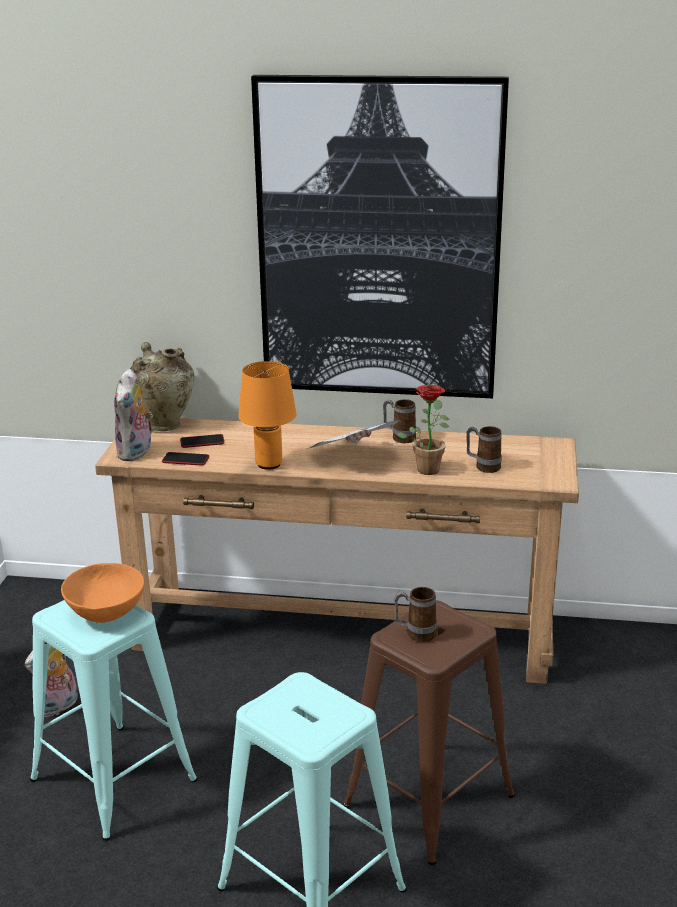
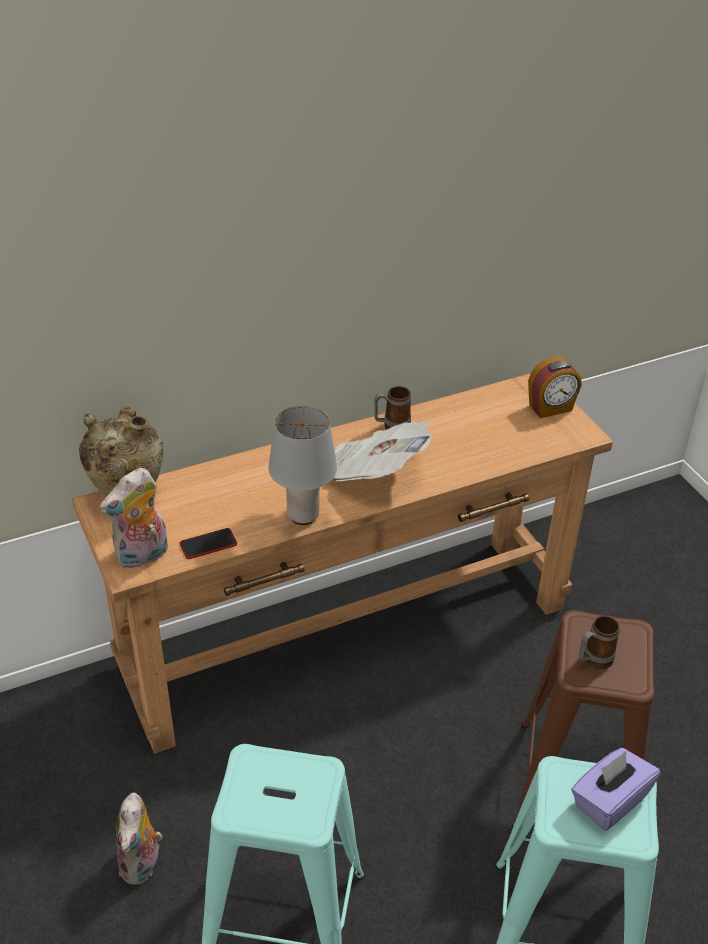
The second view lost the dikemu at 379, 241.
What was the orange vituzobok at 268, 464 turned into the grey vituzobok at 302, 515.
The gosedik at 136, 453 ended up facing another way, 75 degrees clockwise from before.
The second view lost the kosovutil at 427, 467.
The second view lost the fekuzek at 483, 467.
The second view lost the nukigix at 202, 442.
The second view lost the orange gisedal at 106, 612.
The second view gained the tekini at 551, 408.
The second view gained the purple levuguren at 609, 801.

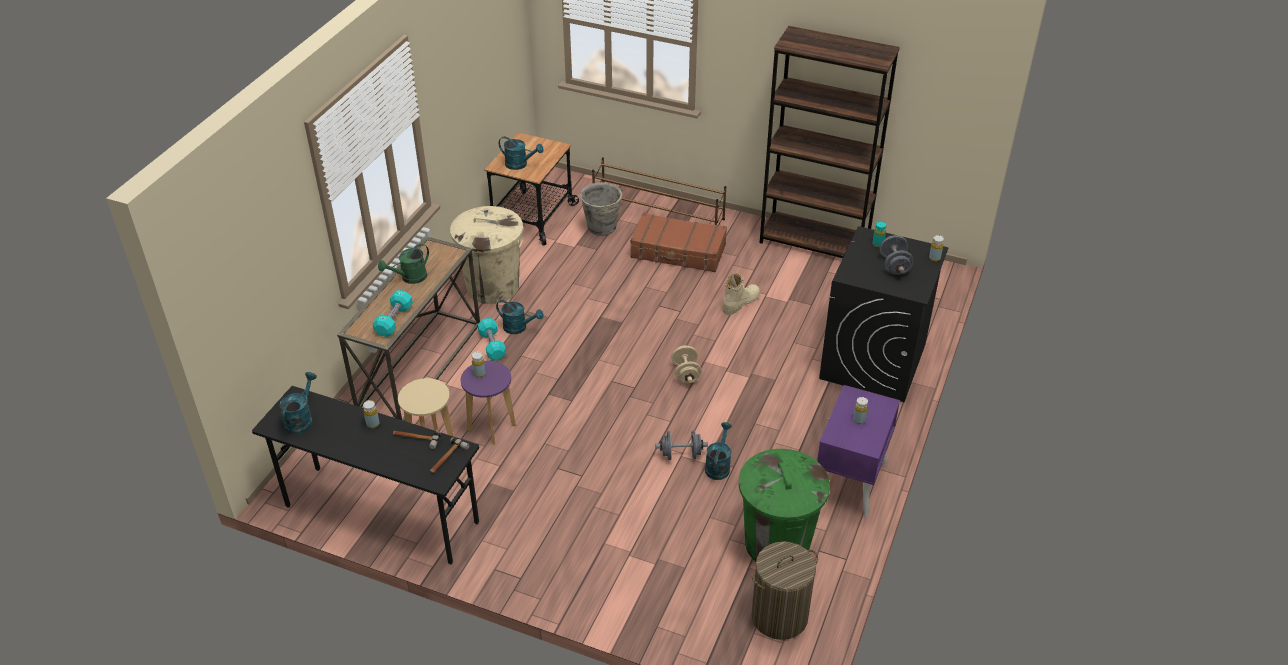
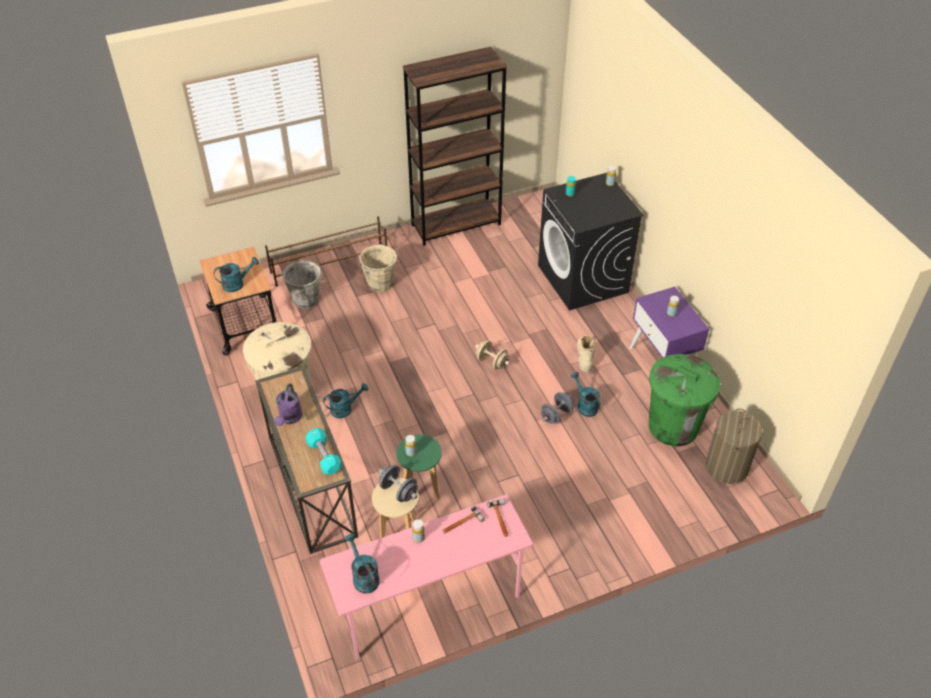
Where the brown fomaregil stood at 678, 252, the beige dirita came to stand at 380, 284.
The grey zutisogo ended up elsewhere, having gone from 894, 266 to 398, 491.
What was the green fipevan at 410, 278 turned into the purple fipevan at 289, 418.
The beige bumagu ended up elsewhere, having gone from 740, 302 to 584, 356.
The second view lost the turquoise zutisogo at 492, 345.
What was the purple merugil at 491, 427 turned into the green merugil at 420, 489.
What was the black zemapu at 380, 515 turned into the pink zemapu at 430, 606.

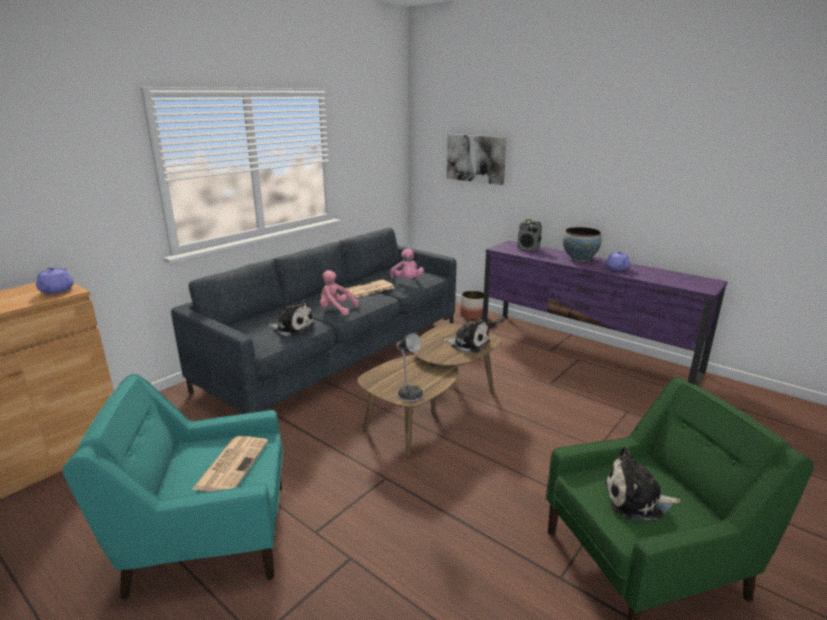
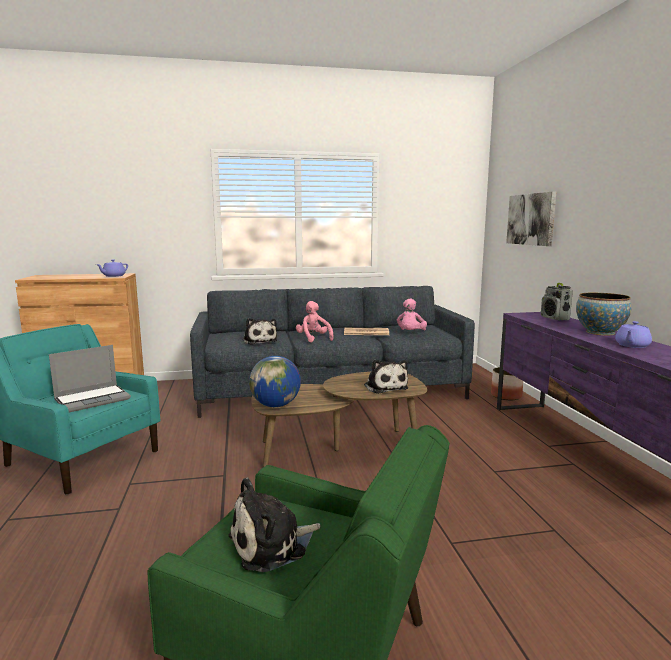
Where the vituzobok stood at 409, 393, the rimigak came to stand at 275, 405.
Where the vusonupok stood at 232, 464, the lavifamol came to stand at 93, 399.
The gosedik at 637, 500 ended up facing another way, 75 degrees counterclockwise from before.

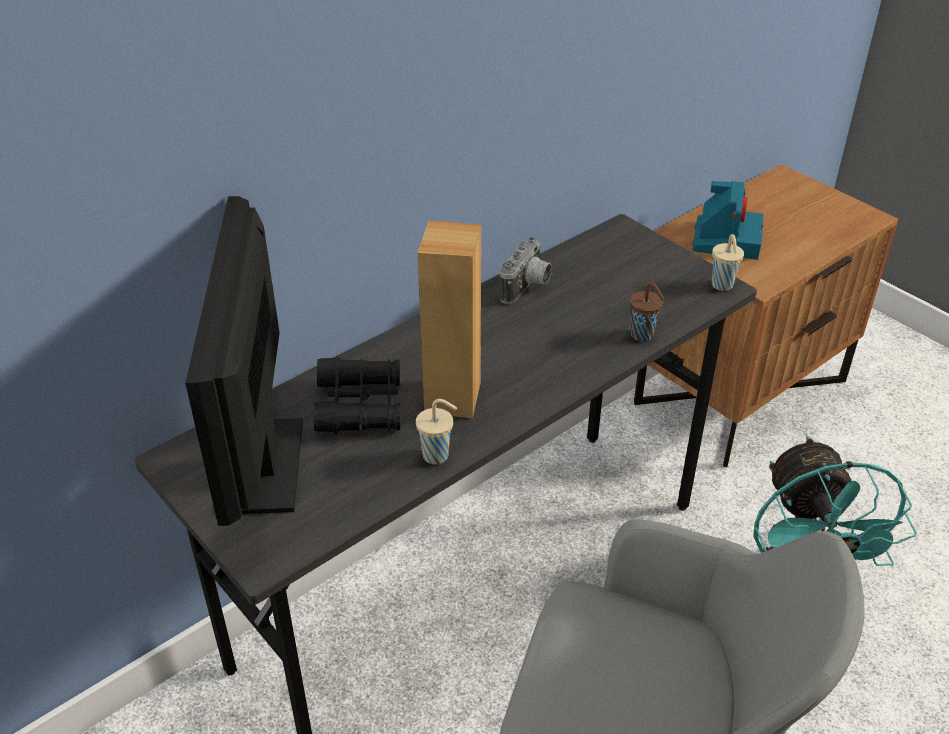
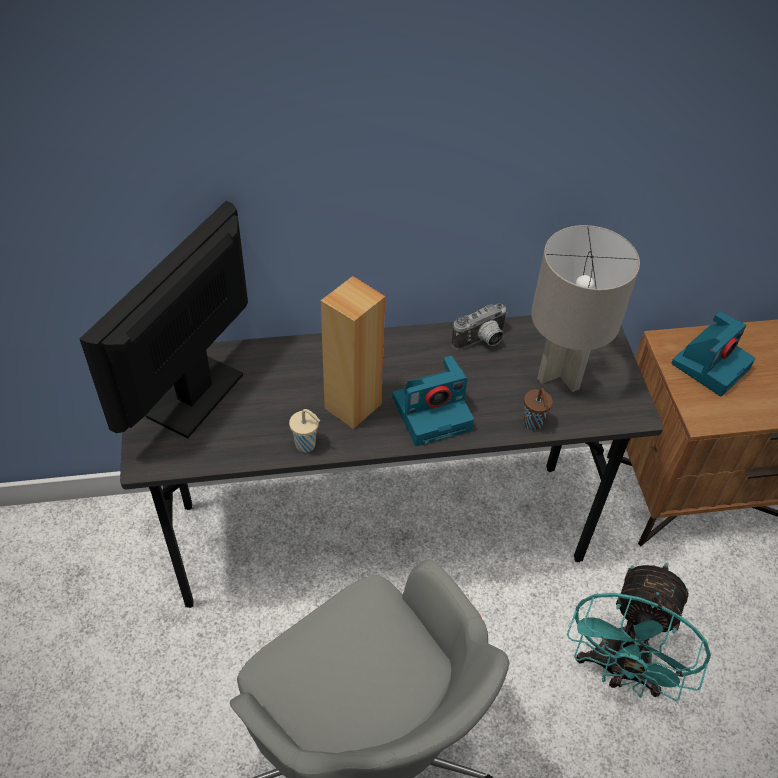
The second view lost the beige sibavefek at 722, 286.
The second view lost the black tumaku at 360, 406.
The second view gained the grey vituzobok at 559, 372.
The second view gained the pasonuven at 433, 412.

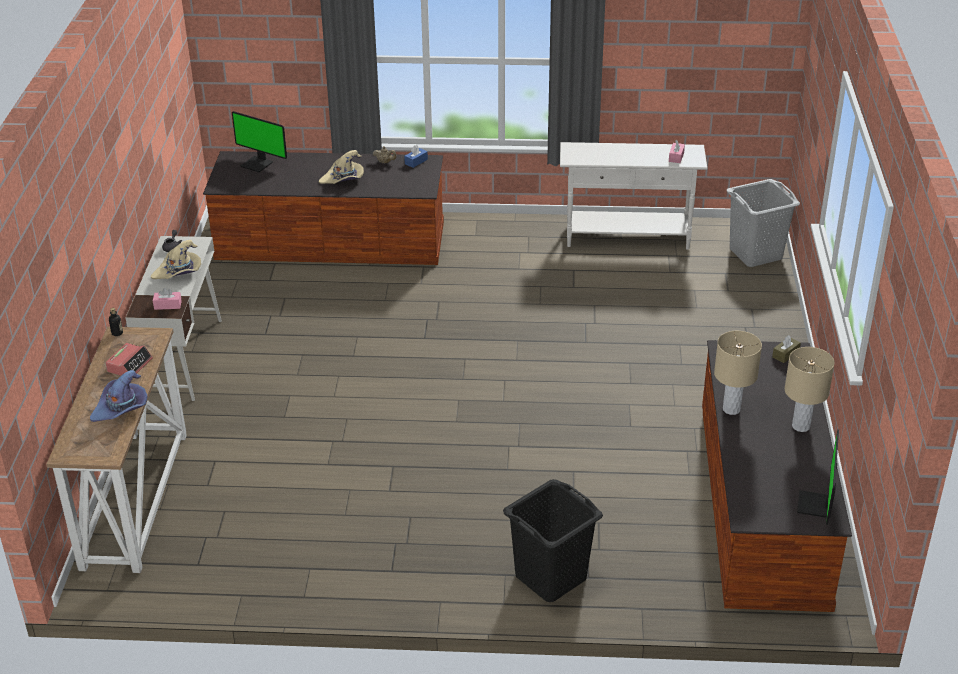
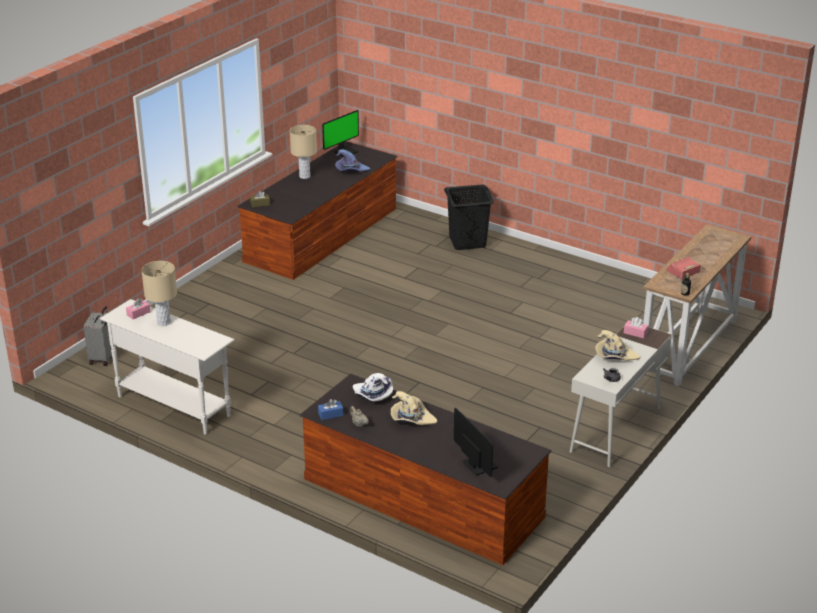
Where the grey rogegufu stood at 755, 254, the grey fomaregil came to stand at 103, 358.
The beige vituzobok ended up elsewhere, having gone from 731, 409 to 164, 322.
The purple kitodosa ended up elsewhere, having gone from 121, 408 to 351, 170.
The second view gained the white kitodosa at 372, 395.

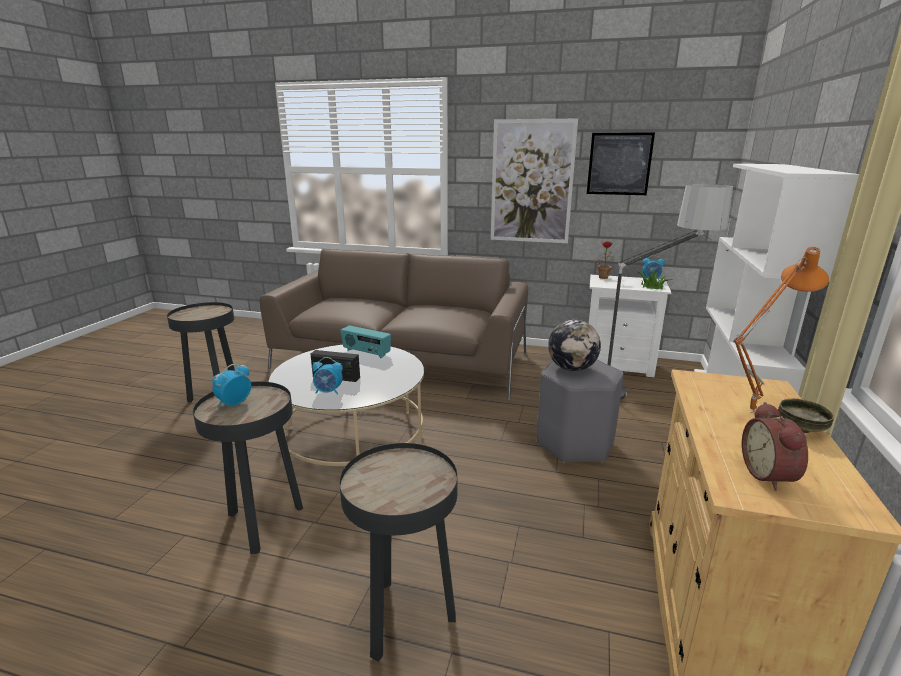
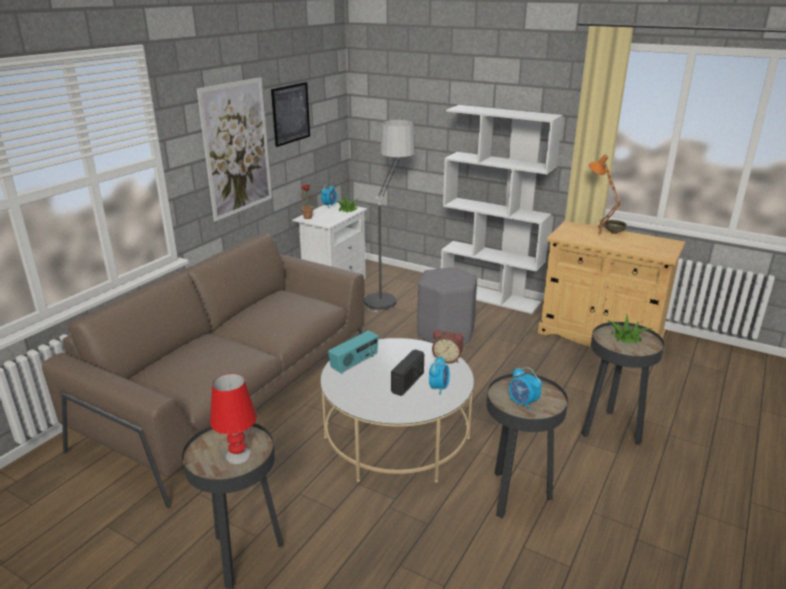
The second view lost the rimigak at 572, 368.
The tekini ended up elsewhere, having gone from 770, 475 to 447, 359.
The second view gained the kosovutil at 626, 337.
The second view gained the red vituzobok at 238, 455.

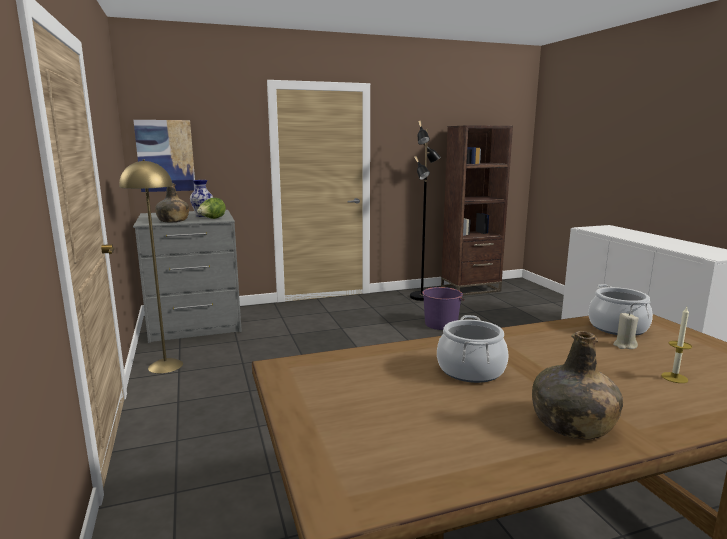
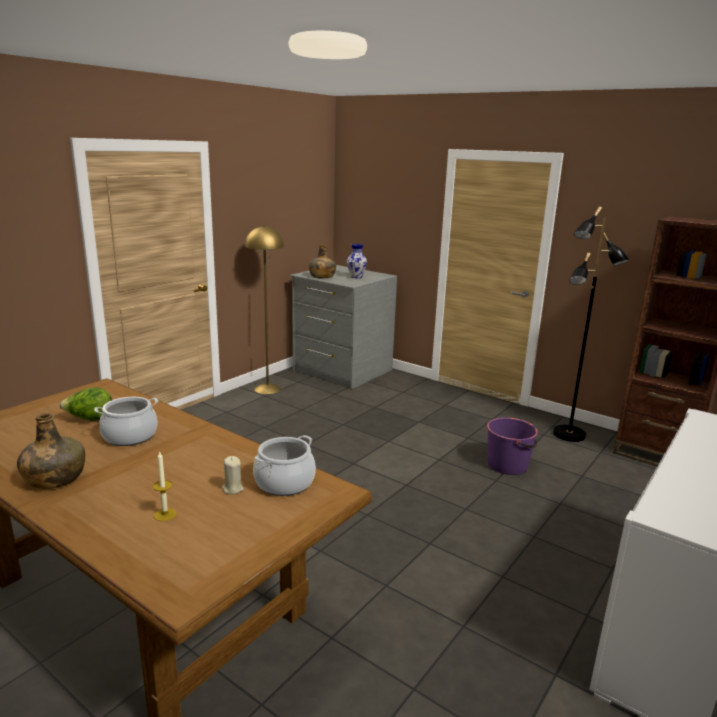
The second view lost the dikemu at 165, 156.
The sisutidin ended up elsewhere, having gone from 212, 219 to 89, 419.

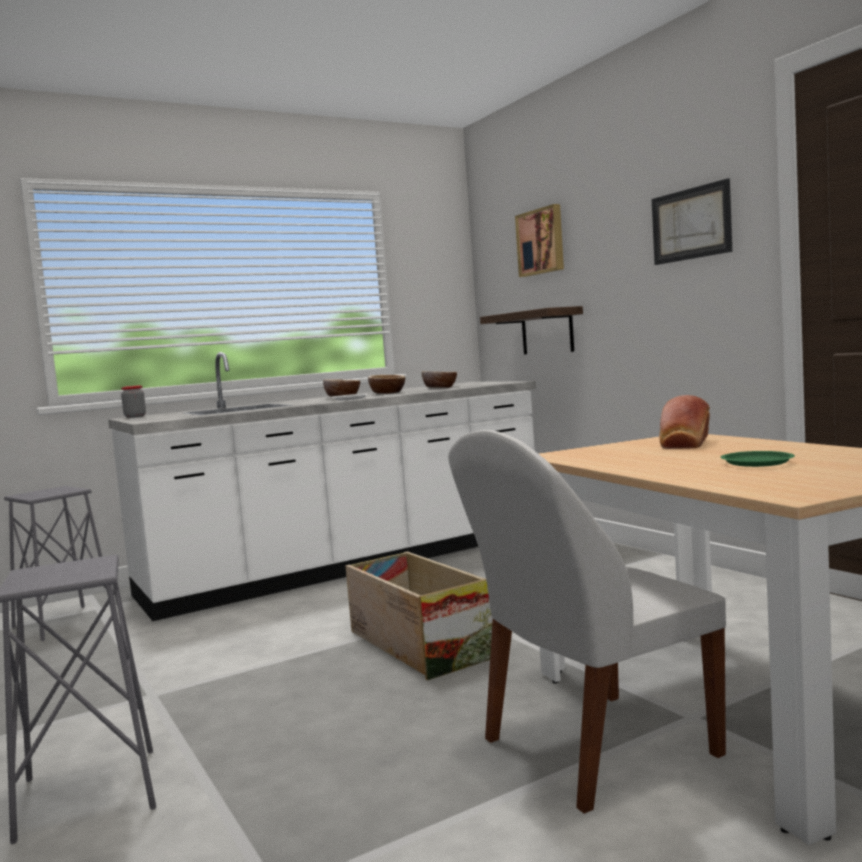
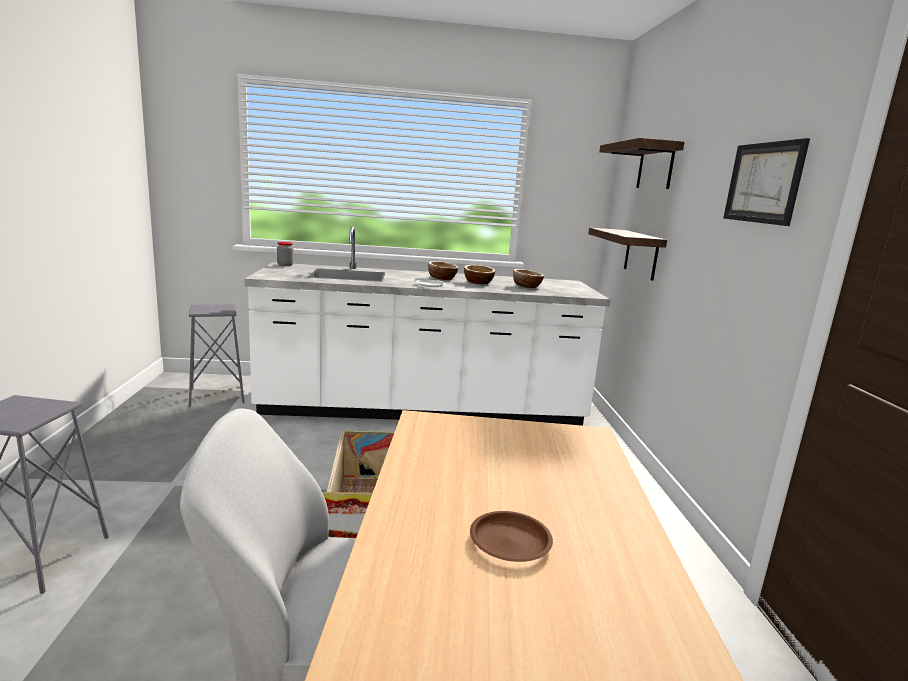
Where the dikemu hung at 541, 241, the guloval came to hang at 655, 167.
The second view lost the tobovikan at 684, 443.
What was the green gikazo at 756, 463 turned into the brown gikazo at 509, 541.

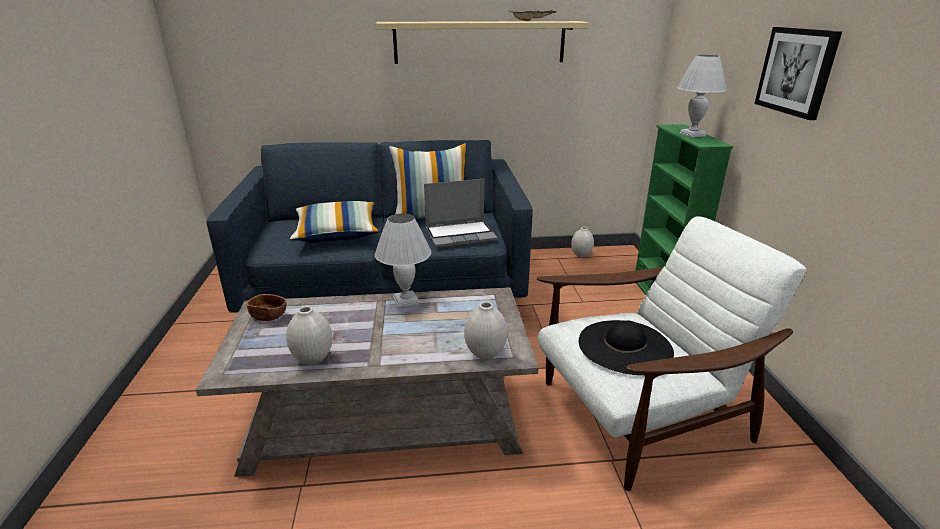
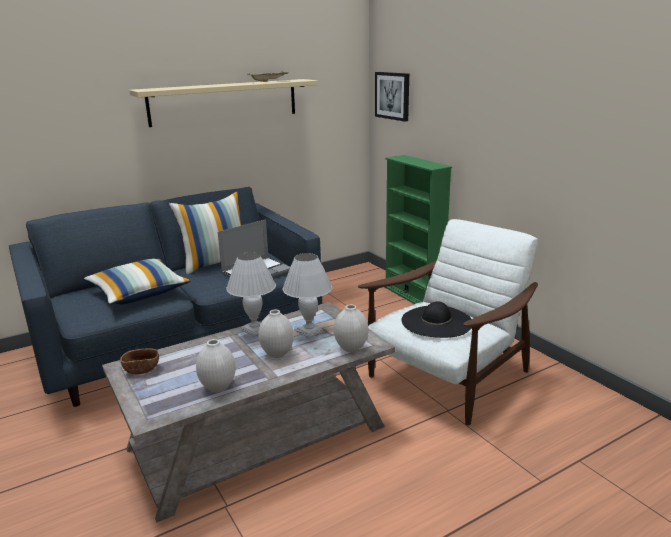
The dikemu ended up elsewhere, having gone from 796, 71 to 393, 95.
The white vituzobok ended up elsewhere, having gone from 693, 134 to 309, 331.
The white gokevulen ended up elsewhere, having gone from 581, 255 to 277, 354.

